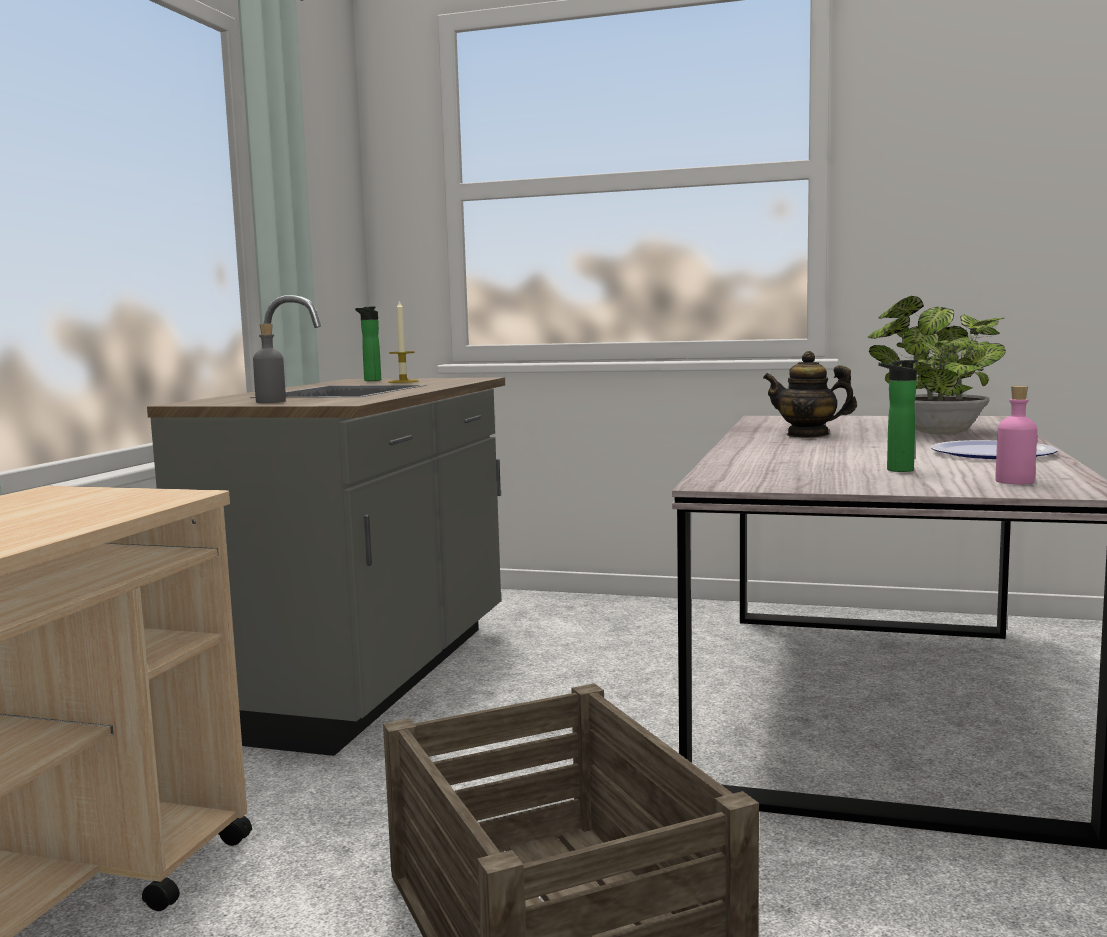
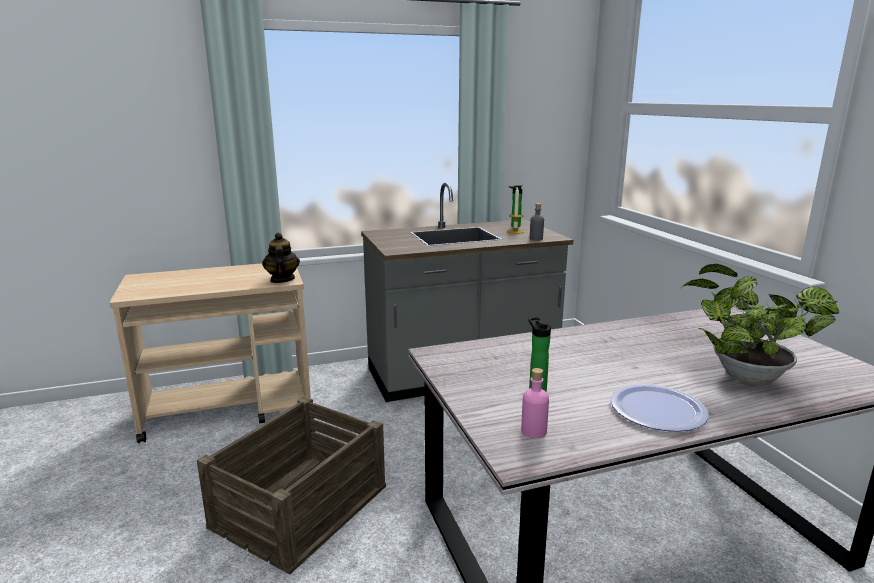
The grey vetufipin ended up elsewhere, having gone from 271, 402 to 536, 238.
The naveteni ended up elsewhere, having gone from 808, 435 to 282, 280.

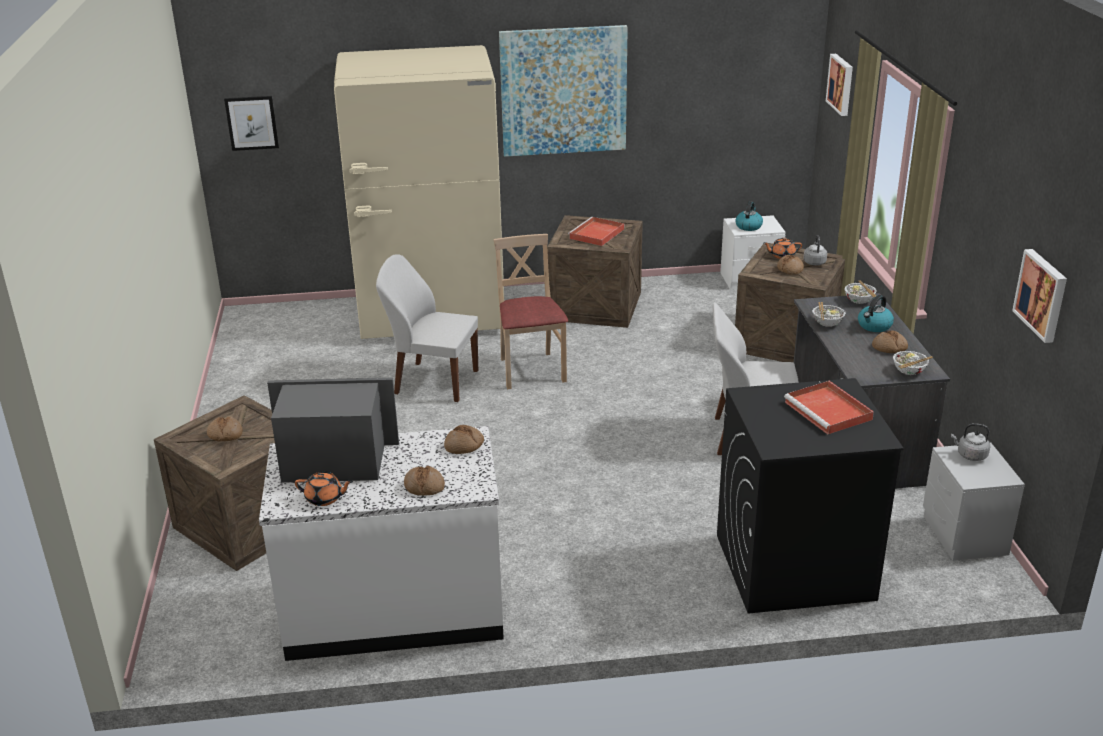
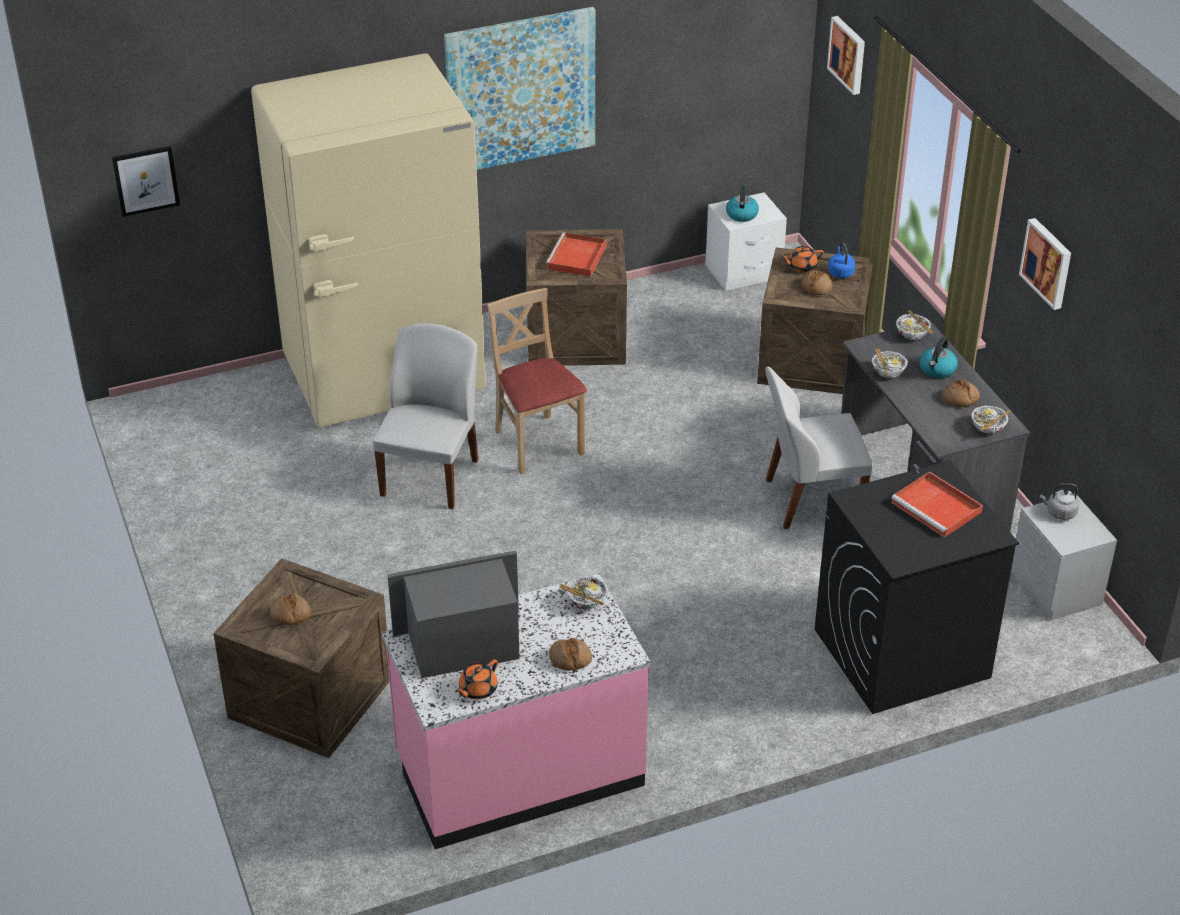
What was the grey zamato at 814, 262 turned into the blue zamato at 840, 272.
The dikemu ended up elsewhere, having gone from 1042, 295 to 1048, 263.
The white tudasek at 434, 382 ended up facing another way, 105 degrees clockwise from before.
Where the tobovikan stood at 464, 446, the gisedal came to stand at 586, 602.
What was the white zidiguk at 394, 608 turned into the pink zidiguk at 519, 771.
The orange naveteni at 325, 498 ended up facing another way, 135 degrees clockwise from before.

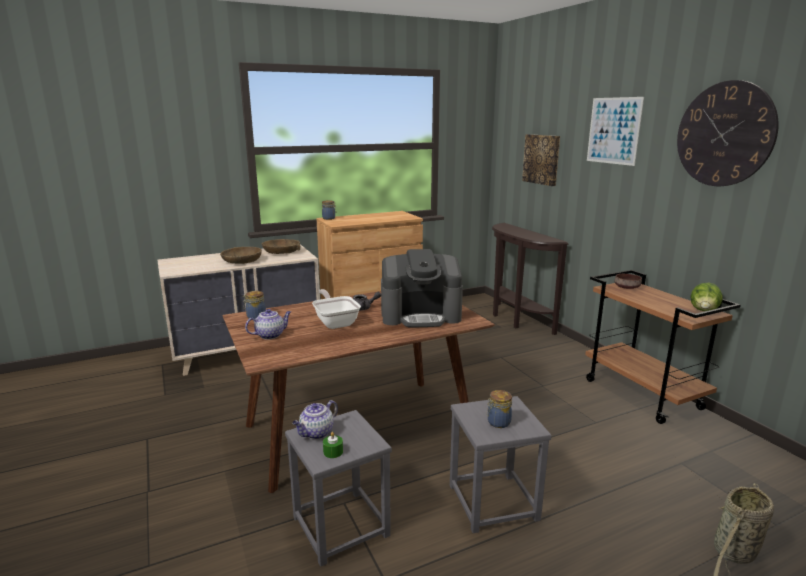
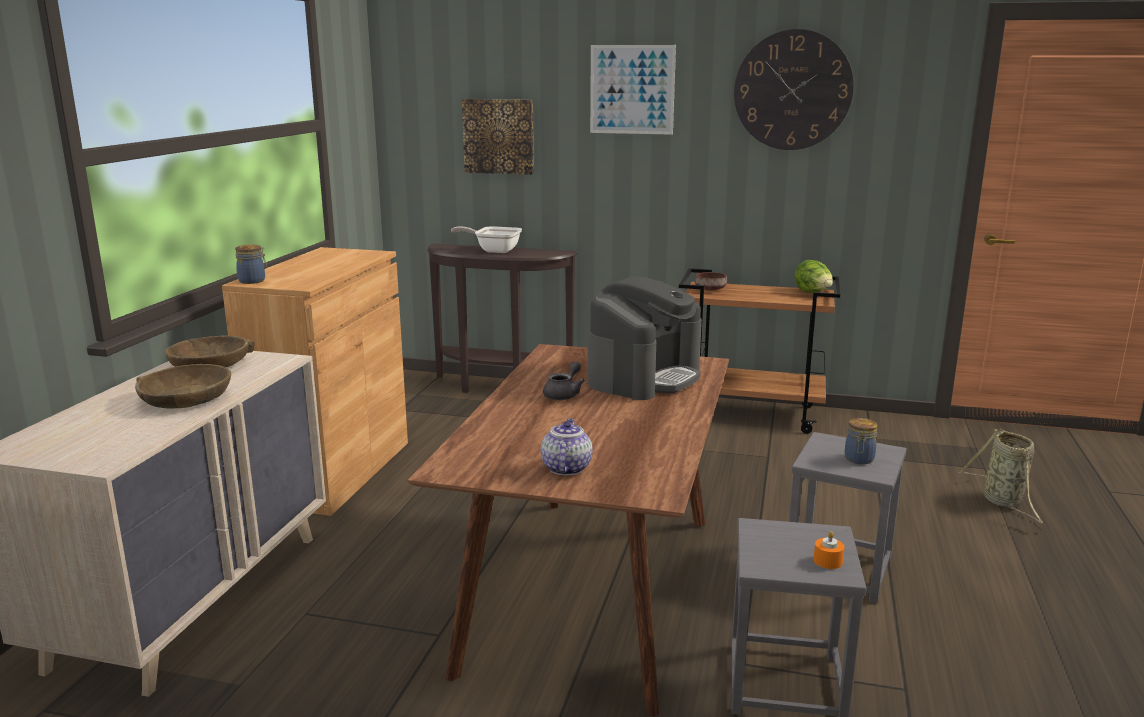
The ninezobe ended up elsewhere, having gone from 335, 322 to 494, 250.
The second view lost the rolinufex at 255, 317.
The second view lost the naveteni at 316, 433.
What was the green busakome at 333, 452 turned into the orange busakome at 828, 561.

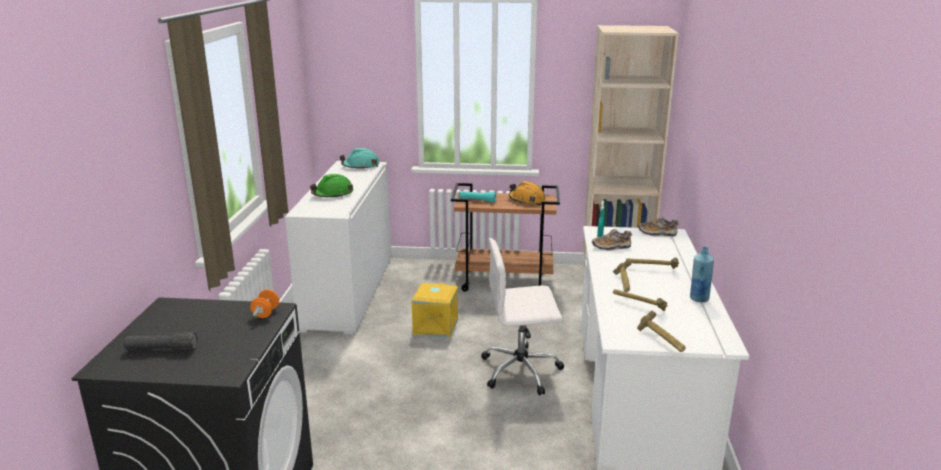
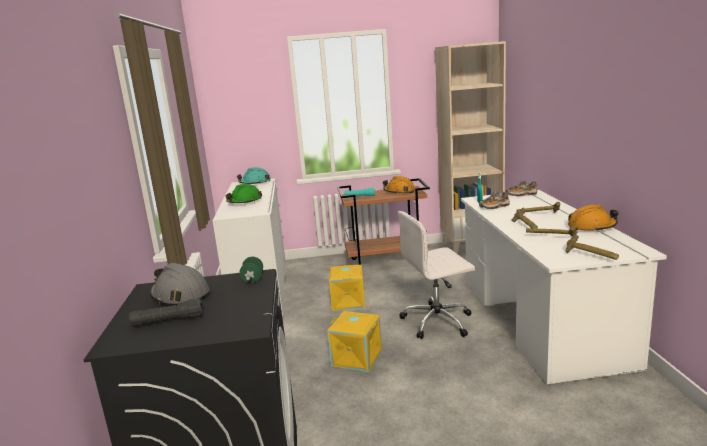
Where the blue vetufipin stood at 698, 298, the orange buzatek came to stand at 592, 227.
What was the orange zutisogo at 266, 313 turned into the green zutisogo at 253, 279.
The second view gained the grey buzatek at 180, 295.
The second view gained the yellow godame at 357, 357.

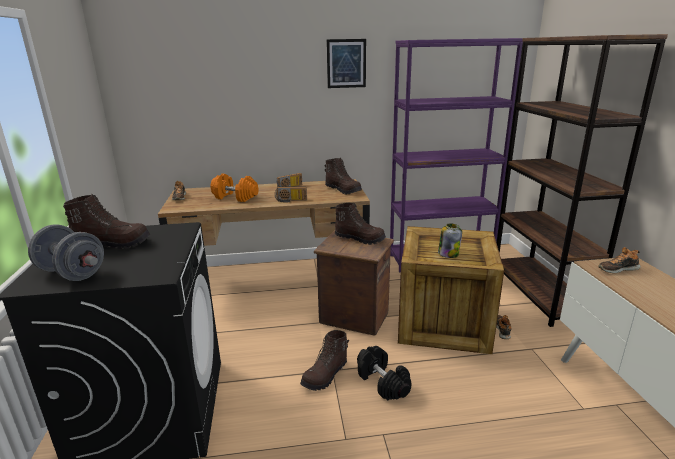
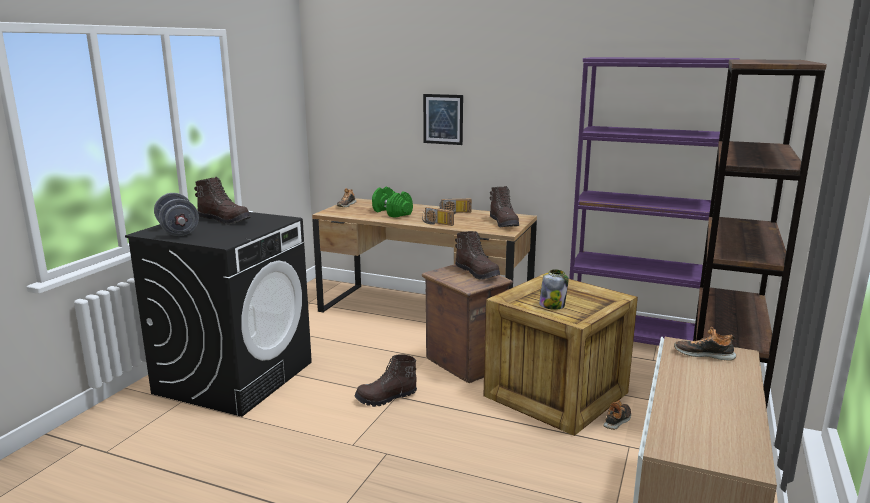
The dikemu ended up elsewhere, having gone from 346, 63 to 443, 119.
What was the orange zutisogo at 235, 197 turned into the green zutisogo at 391, 212.
The second view lost the black zutisogo at 382, 382.

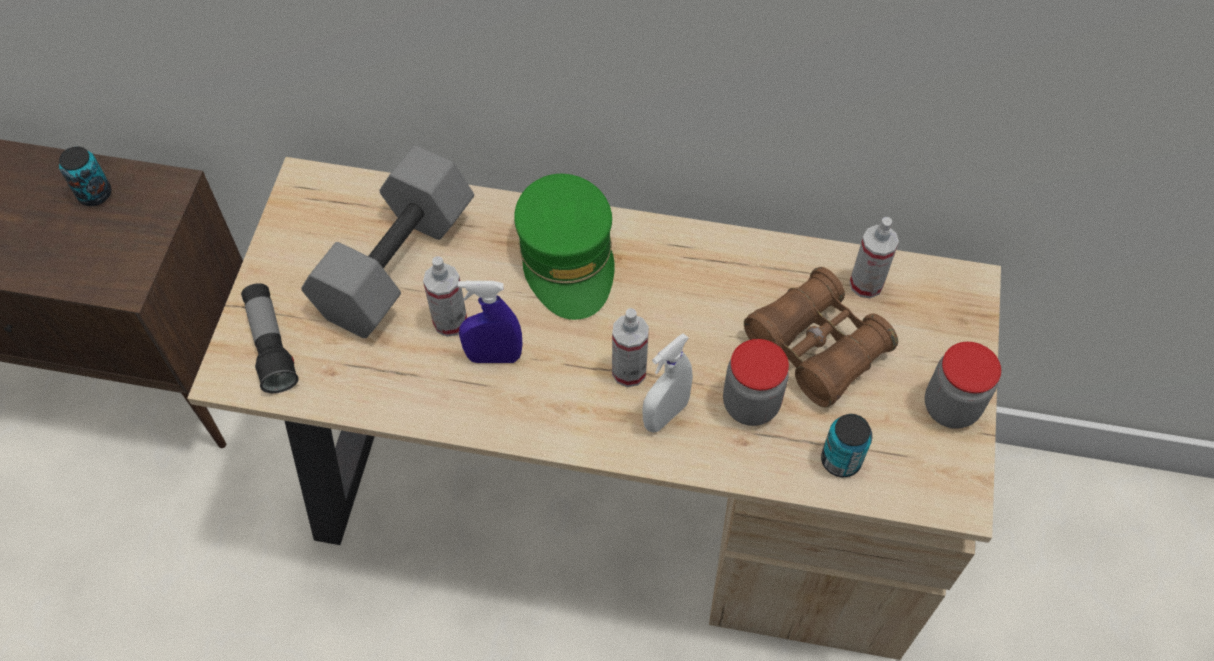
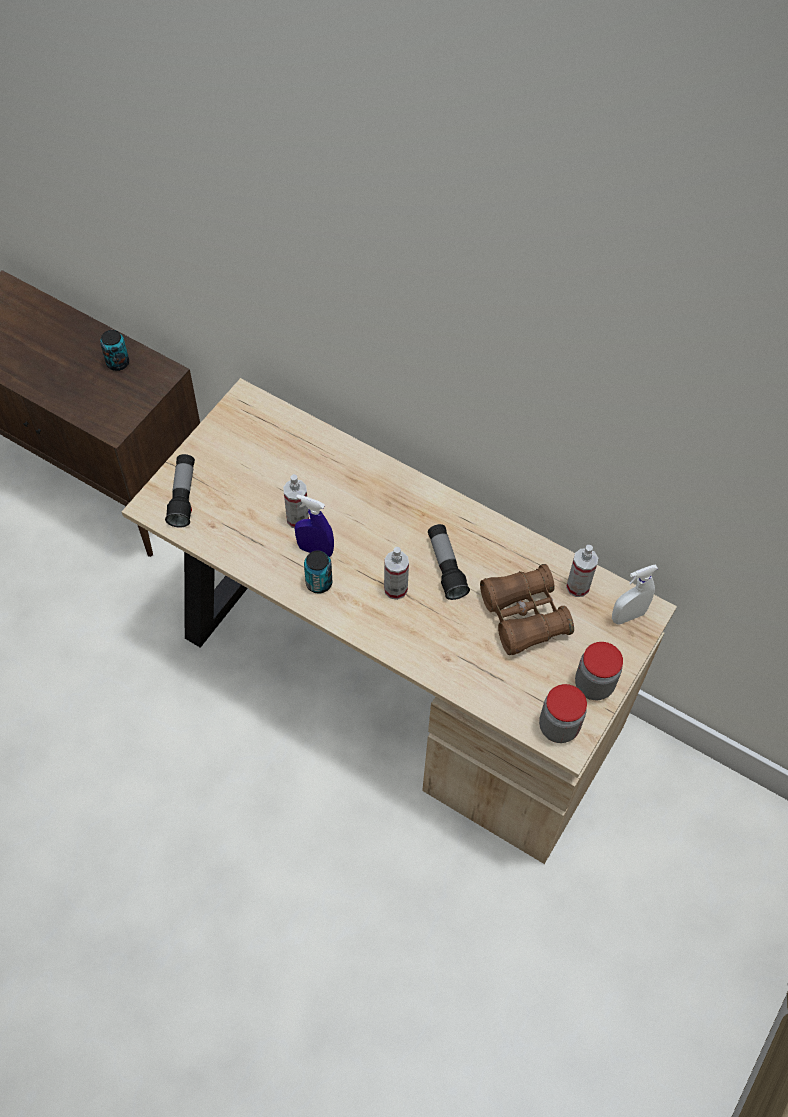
The second view lost the grey zutisogo at 394, 261.
The second view lost the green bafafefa at 567, 257.
The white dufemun ended up elsewhere, having gone from 665, 415 to 628, 616.
The rolinufex ended up elsewhere, having gone from 751, 404 to 558, 727.
The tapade ended up elsewhere, having gone from 840, 460 to 319, 583.
The second view gained the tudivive at 446, 567.

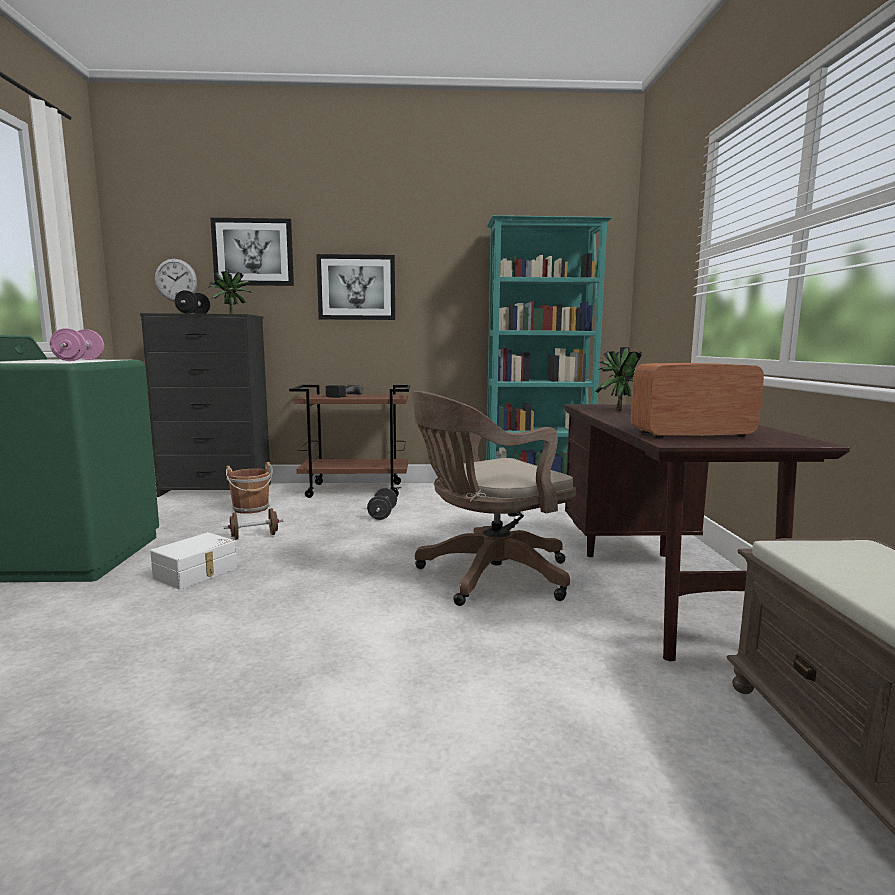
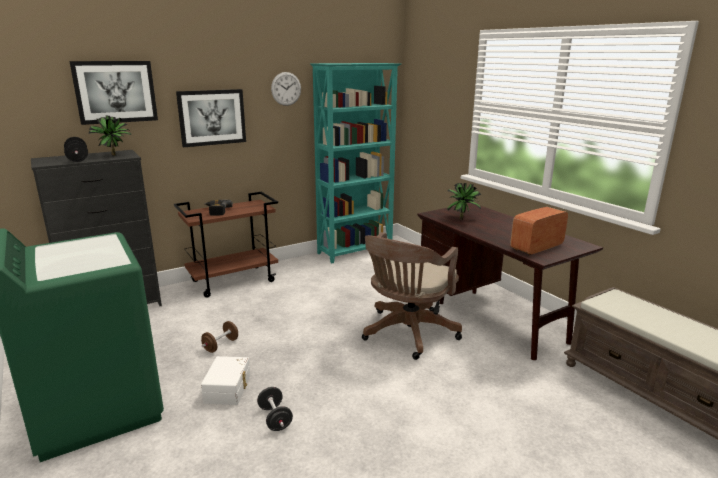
The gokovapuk ended up elsewhere, having gone from 176, 280 to 286, 89.
The second view lost the pink zutisogo at 79, 360.
The second view lost the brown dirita at 251, 509.
The black zutisogo ended up elsewhere, having gone from 382, 514 to 275, 418.

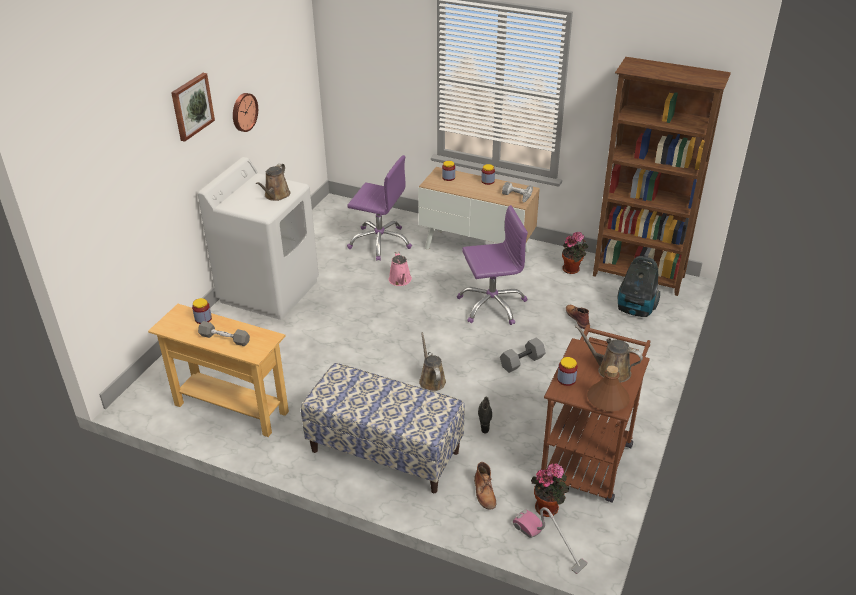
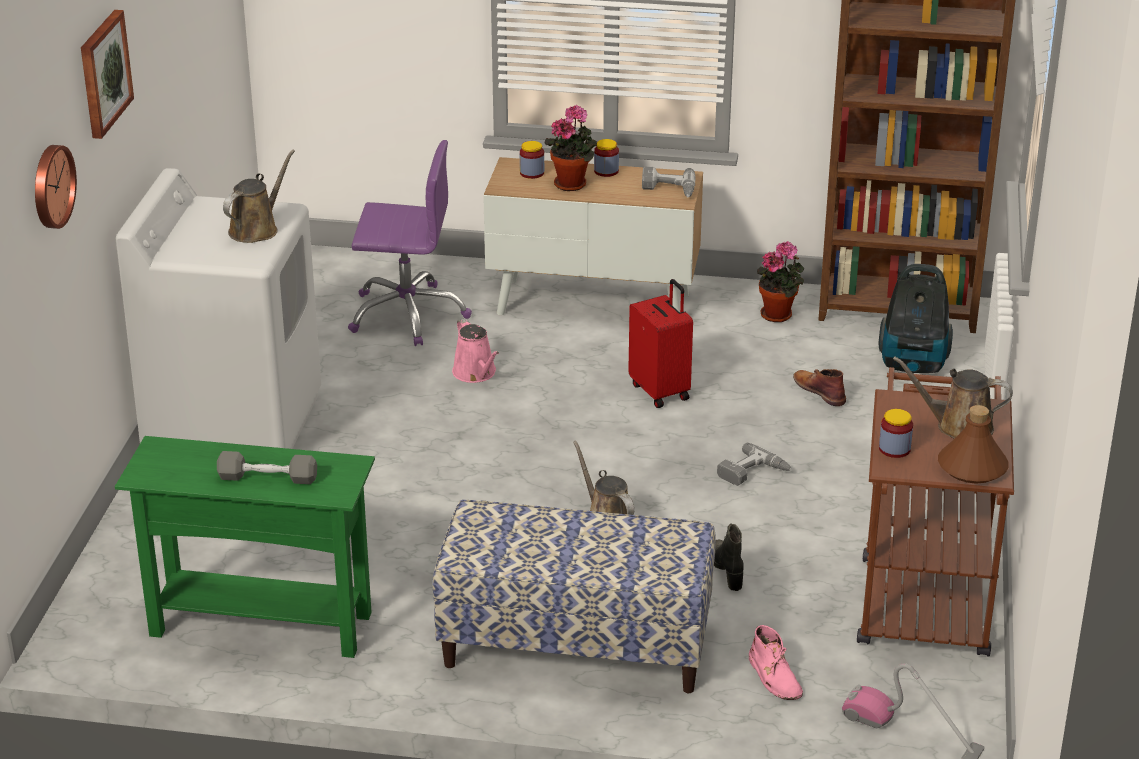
The gokovapuk ended up elsewhere, having gone from 243, 112 to 51, 186.
The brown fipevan at 276, 195 ended up facing another way, 150 degrees counterclockwise from before.
Where the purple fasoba stood at 491, 305, the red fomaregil came to stand at 661, 391.
The second view lost the rolinufex at 203, 319.
What was the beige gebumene at 231, 408 turned into the green gebumene at 261, 624.
Where the grey zutisogo stood at 522, 362, the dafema came to stand at 753, 473.
What was the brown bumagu at 484, 492 turned into the pink bumagu at 774, 677.
The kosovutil ended up elsewhere, having gone from 548, 507 to 572, 183.

